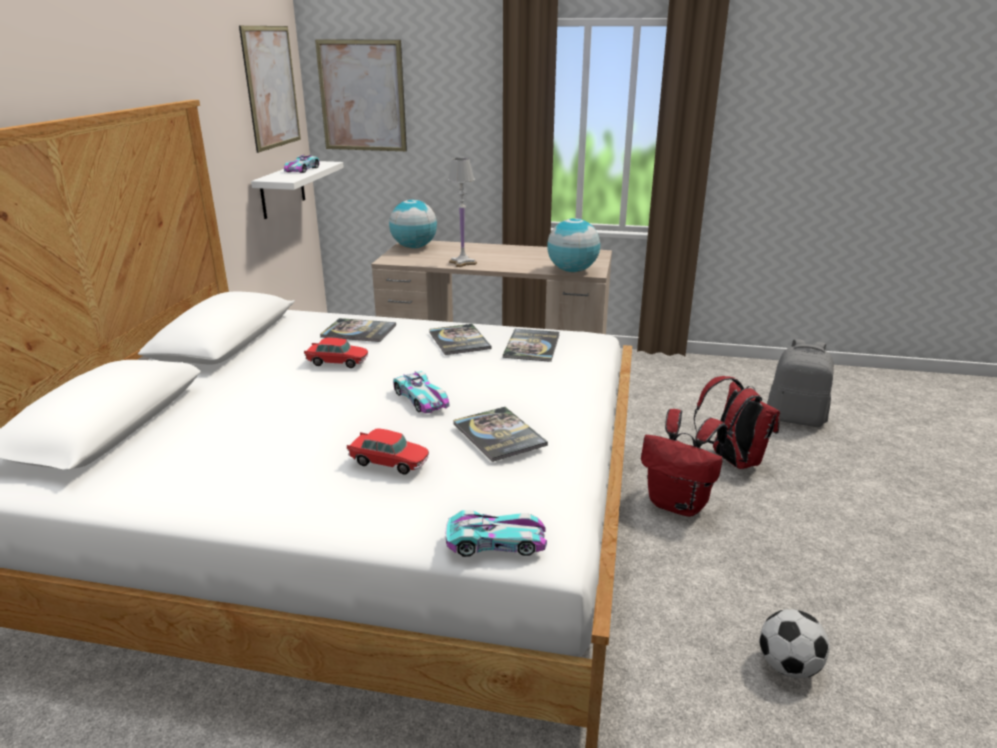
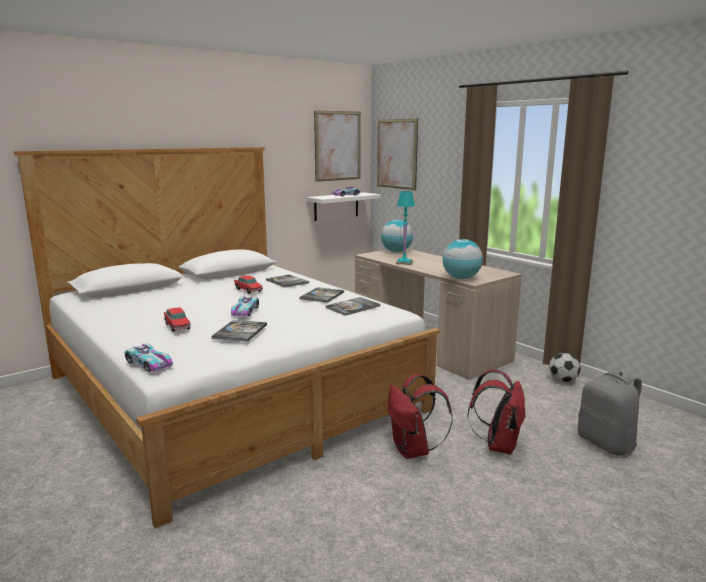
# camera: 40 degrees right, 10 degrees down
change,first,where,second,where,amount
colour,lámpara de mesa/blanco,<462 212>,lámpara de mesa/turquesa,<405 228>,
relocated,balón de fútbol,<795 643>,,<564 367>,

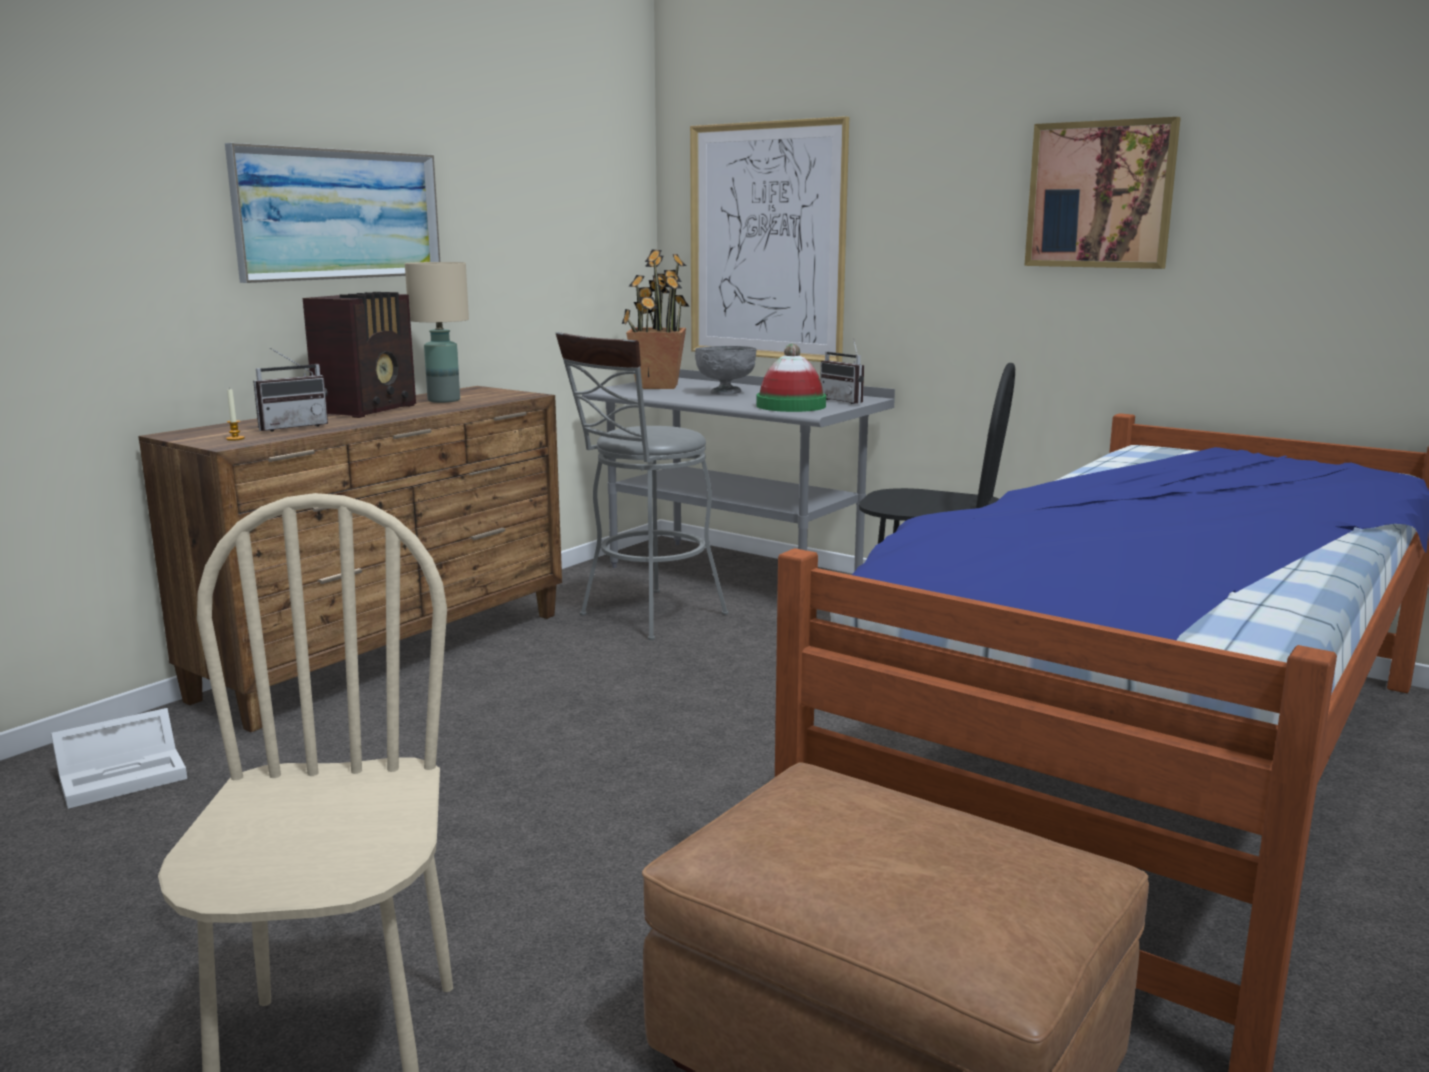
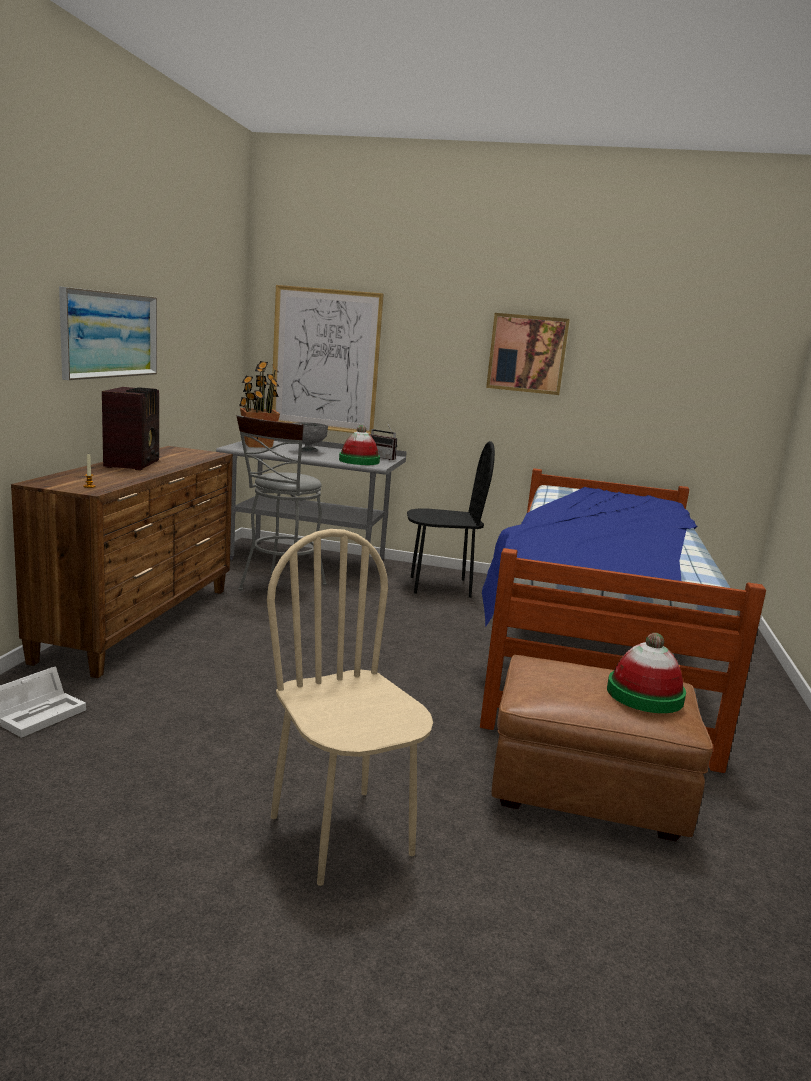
# camera: 25 degrees left, 0 degrees up
change,first,where,second,where,amount
appeared,,,sombrero,<646 673>,
missing,radio,<290 390>,,,
missing,lámpara de mesa/beis,<437 332>,,,

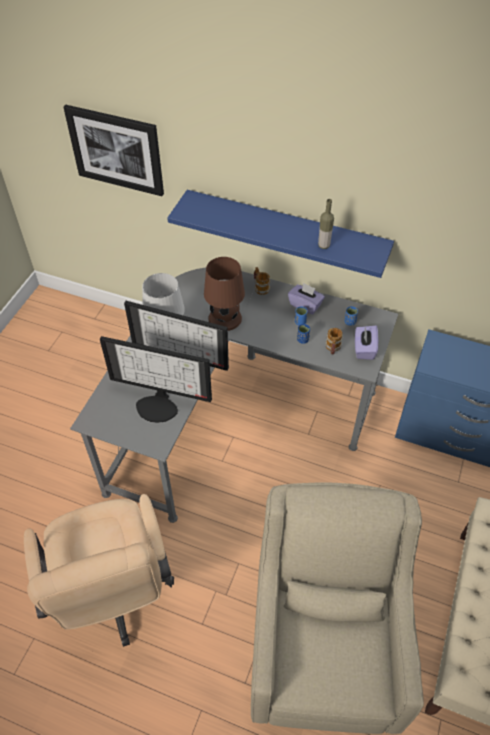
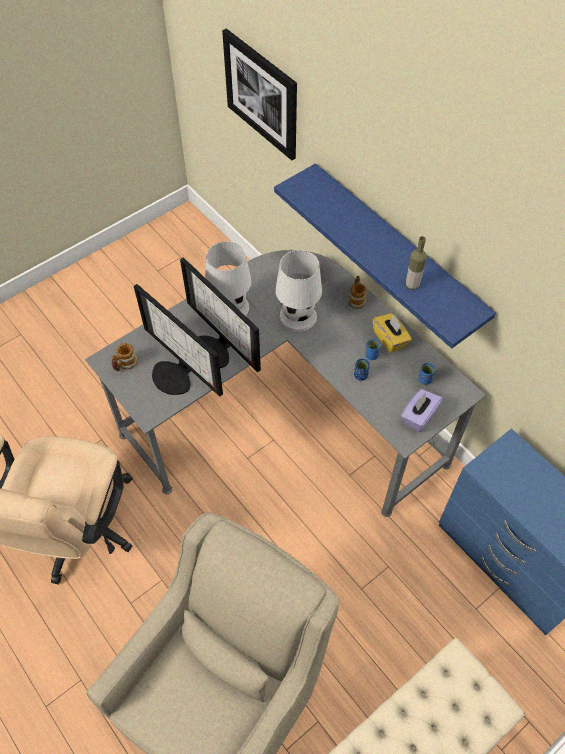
# camera: 30 degrees right, 5 degrees up
change,first,where,second,where,amount
relocated,taza grande,<334 341>,,<124 357>,
colour,lámpara de mesa/marrón,<224 294>,lámpara de mesa/blanco,<298 291>,
colour,caja de pañuelos/morado,<306 298>,caja de pañuelos/amarillo,<392 333>,

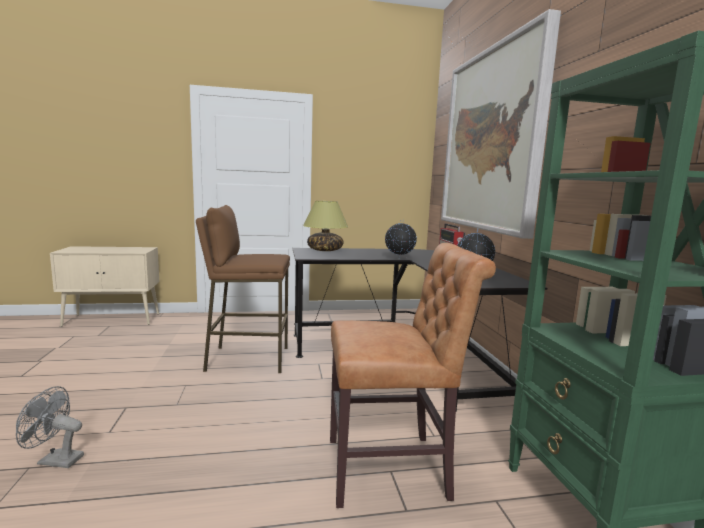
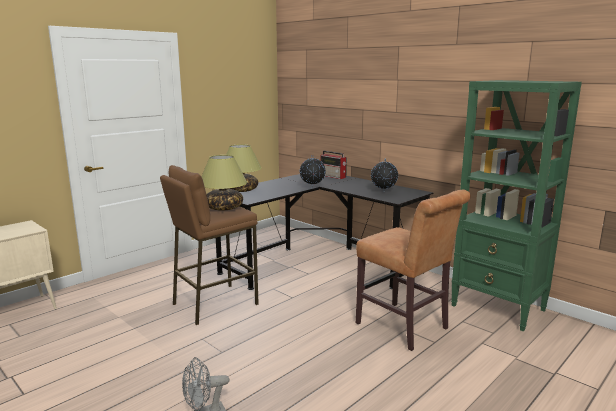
# camera: 35 degrees left, 5 degrees up
change,first,where,second,where,amount
appeared,,,lámpara de mesa,<224 183>,
spun,silla/marrón,<413 375>,,<413 270>,90 degrees clockwise
missing,cuadro,<501 124>,,,

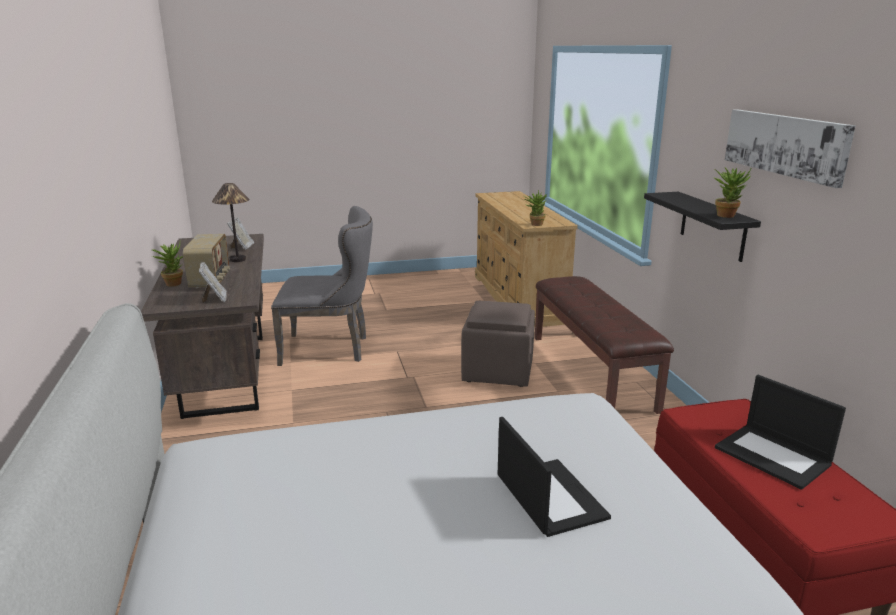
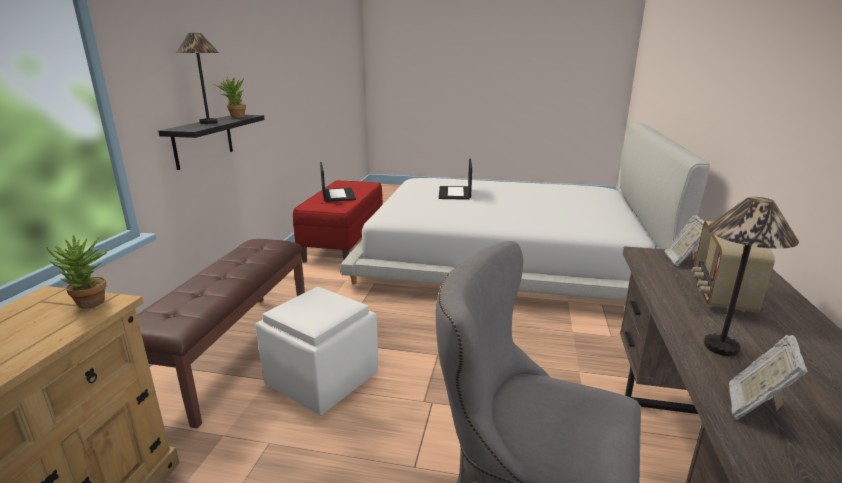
# camera: 155 degrees left, 0 degrees up
change,first,where,second,where,amount
appeared,,,lámpara de mesa,<197 78>,
colour,puf/marrón,<498 344>,puf/blanco,<316 351>,
missing,planta en maceta,<167 265>,,,
missing,cuadro,<790 148>,,,

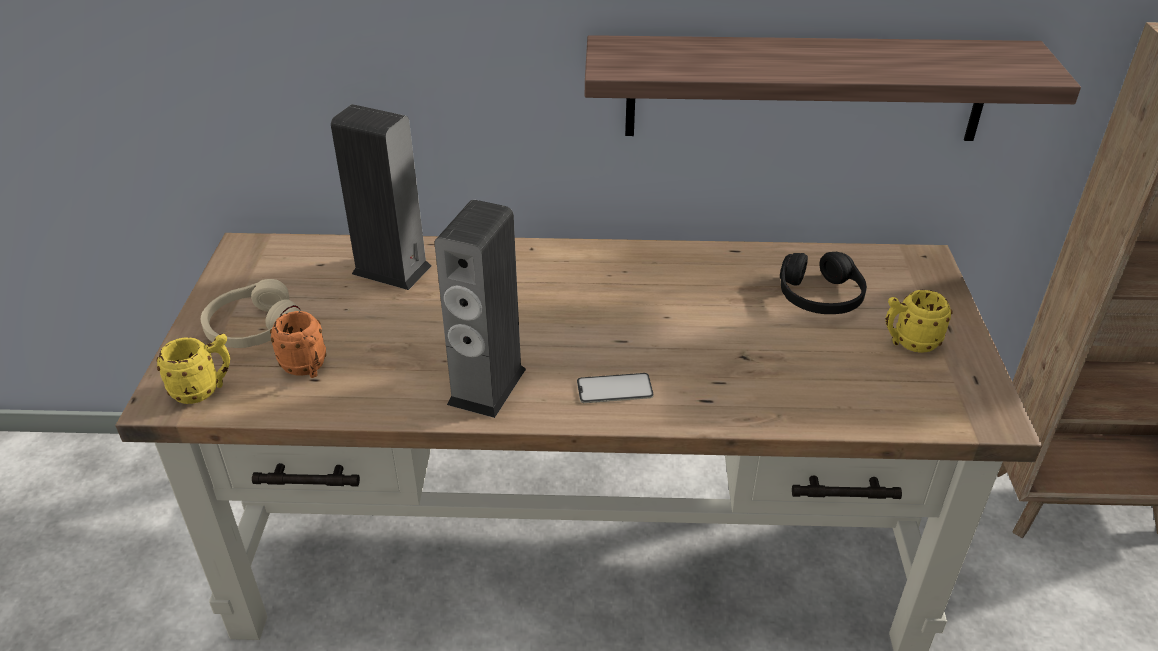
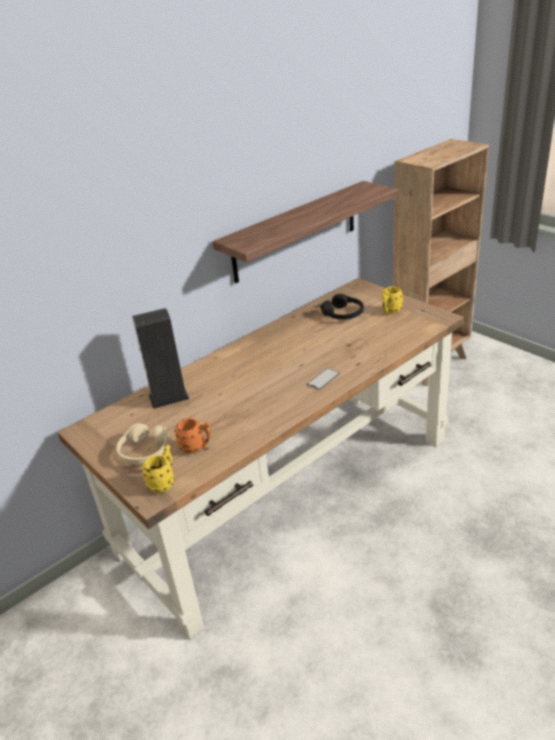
# camera: 40 degrees left, 5 degrees down
change,first,where,second,where,amount
missing,altavoz,<480 309>,,,

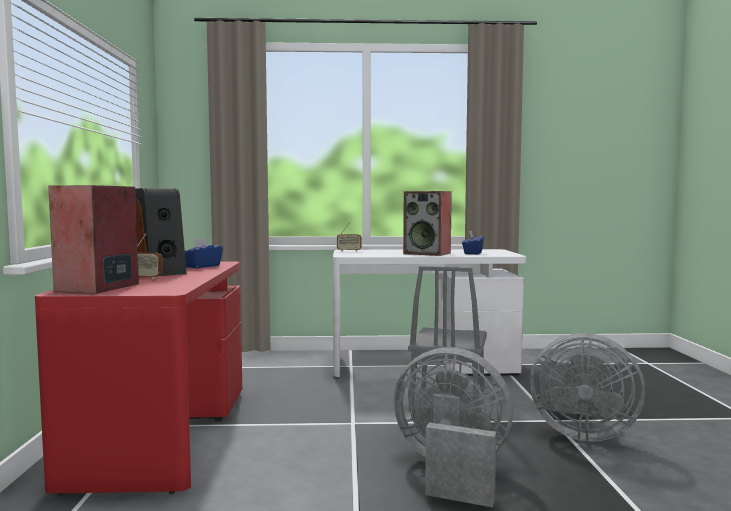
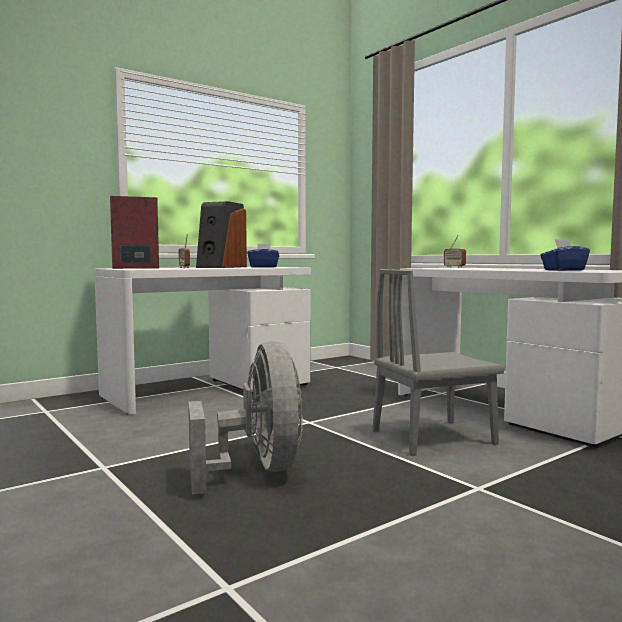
# camera: 55 degrees right, 0 degrees up
change,first,where,second,where,amount
colour,escritorio/rojo,<138 379>,escritorio/blanco,<202 340>,
missing,altavoz,<427 223>,,,
missing,ventilador/gris,<587 387>,,,

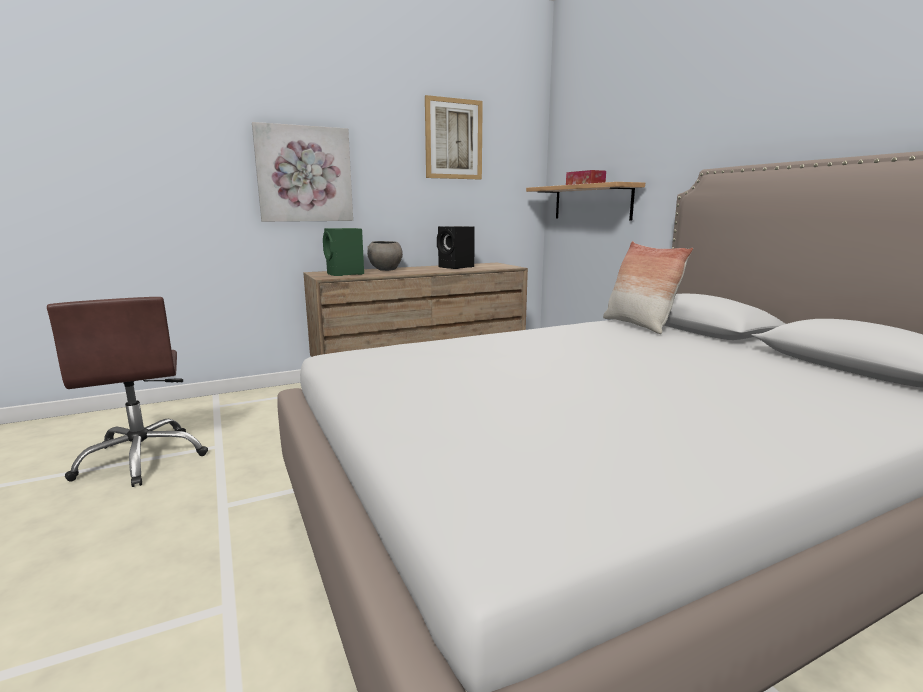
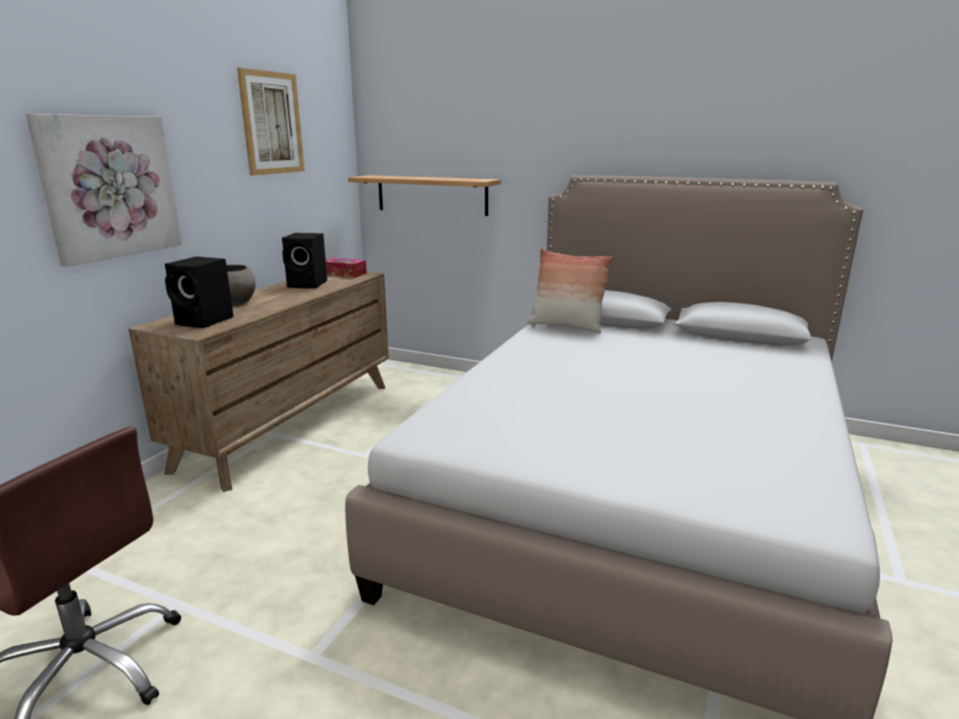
# camera: 40 degrees left, 5 degrees up
change,first,where,second,where,amount
colour,altavoz/verde,<343 252>,altavoz/negro,<199 292>,
relocated,caja de pañuelos,<586 177>,,<346 268>,

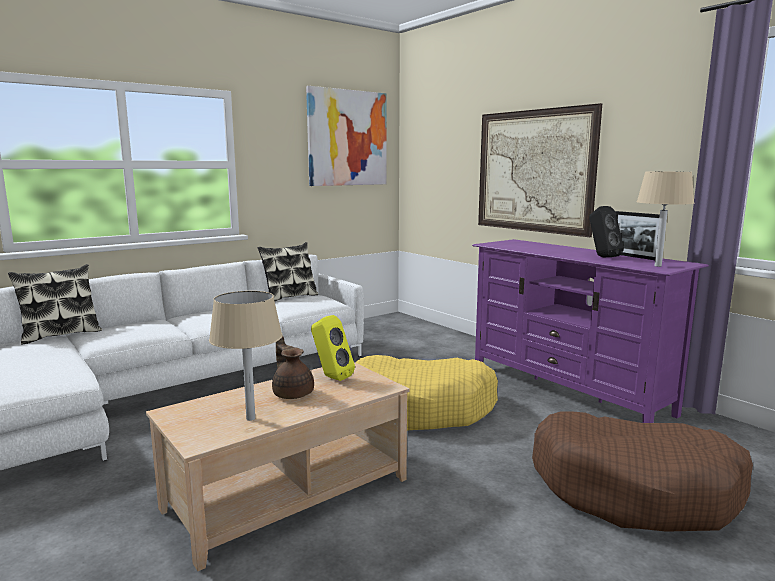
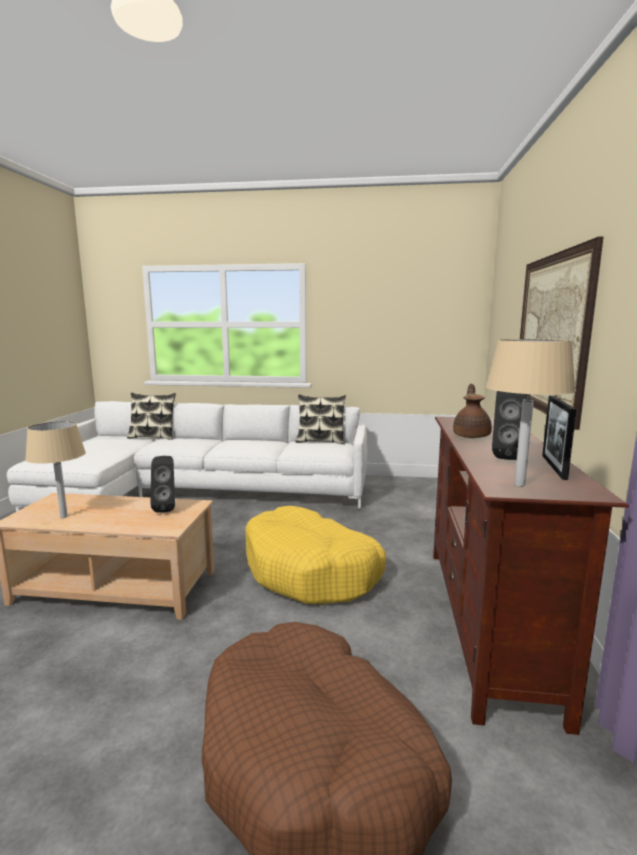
# camera: 45 degrees right, 0 degrees up
change,first,where,second,where,amount
colour,altavoz/amarillo,<333 348>,altavoz/negro,<162 484>,
colour,mueble de televisión/morado,<590 331>,mueble de televisión/marrón,<531 576>,
relocated,tetera/marrón,<293 367>,,<472 410>,
missing,cuadro,<346 136>,,,

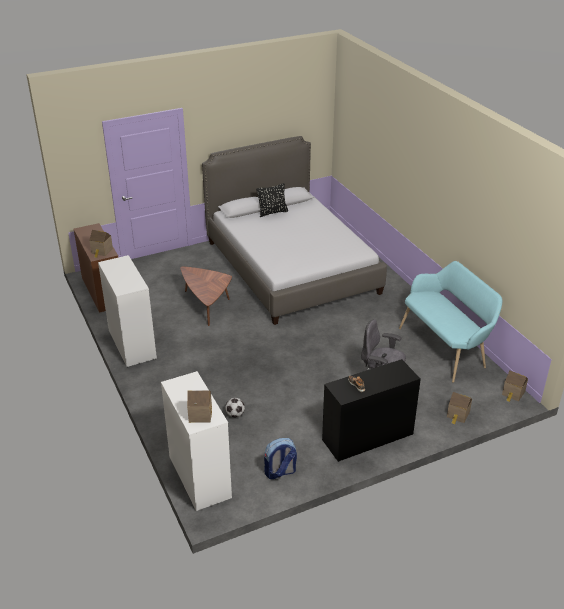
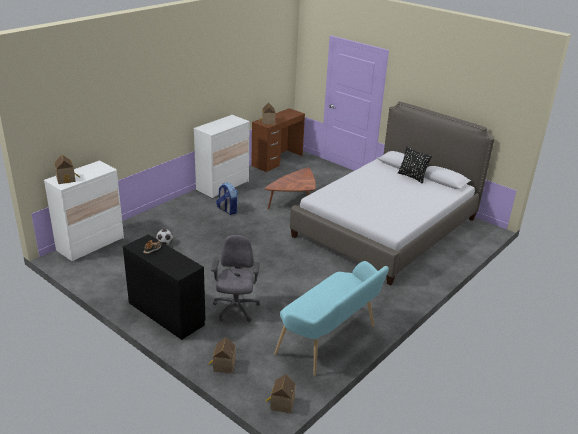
# camera: 65 degrees right, 5 degrees down
change,first,where,second,where,amount
relocated,mochila,<280 458>,,<227 199>,

